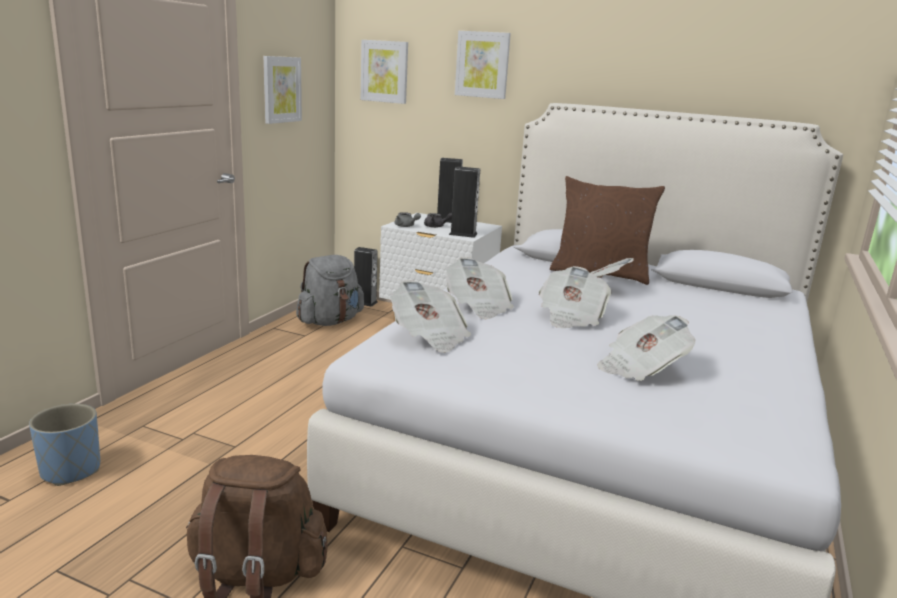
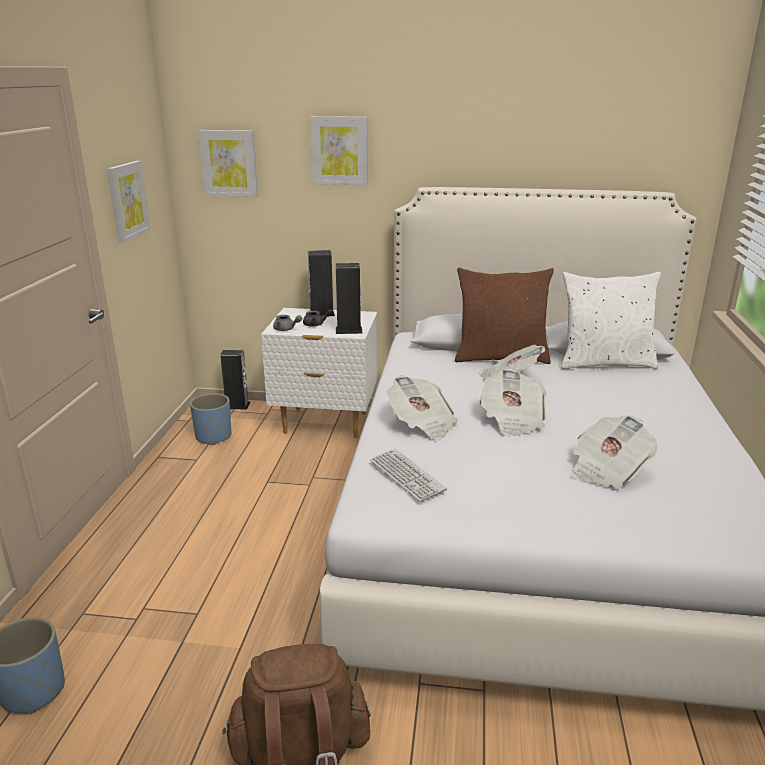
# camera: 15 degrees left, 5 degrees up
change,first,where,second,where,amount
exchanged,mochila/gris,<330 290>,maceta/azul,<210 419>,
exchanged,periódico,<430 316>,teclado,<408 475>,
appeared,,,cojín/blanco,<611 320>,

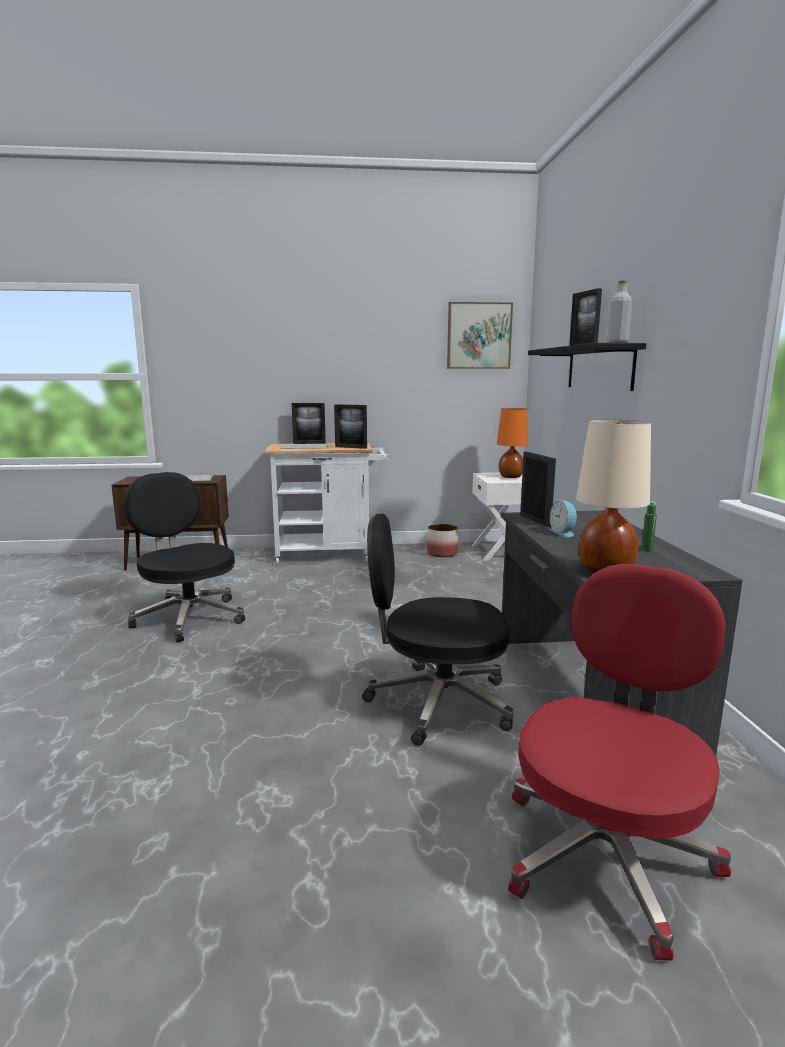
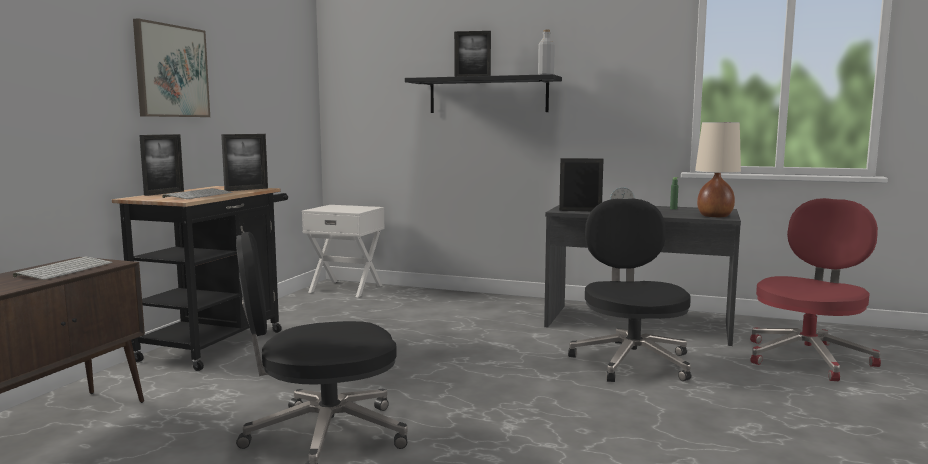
# camera: 65 degrees left, 5 degrees down
change,first,where,second,where,amount
colour,carrito/blanco,<326 503>,carrito/negro,<200 278>,
relocated,cuadro,<480 335>,,<171 67>,
spun,silla de oficina/negro,<438 630>,,<629 290>,150 degrees clockwise
spun,silla de oficina/rojo,<619 762>,,<815 289>,75 degrees clockwise
missing,maceta,<442 540>,,,
missing,lámpara de mesa/naranja,<512 443>,,,

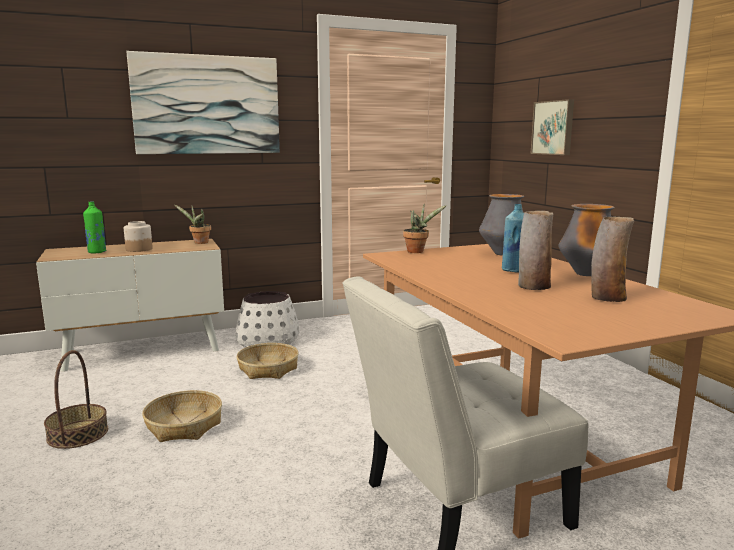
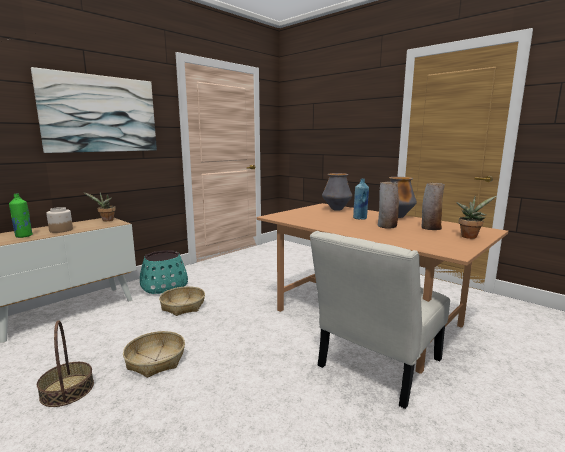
# camera: 25 degrees left, 0 degrees up
change,first,where,second,where,amount
colour,maceta/blanco,<267 319>,maceta/turquesa,<164 272>,
relocated,planta en maceta,<425 229>,,<476 217>,
missing,cuadro,<552 127>,,,

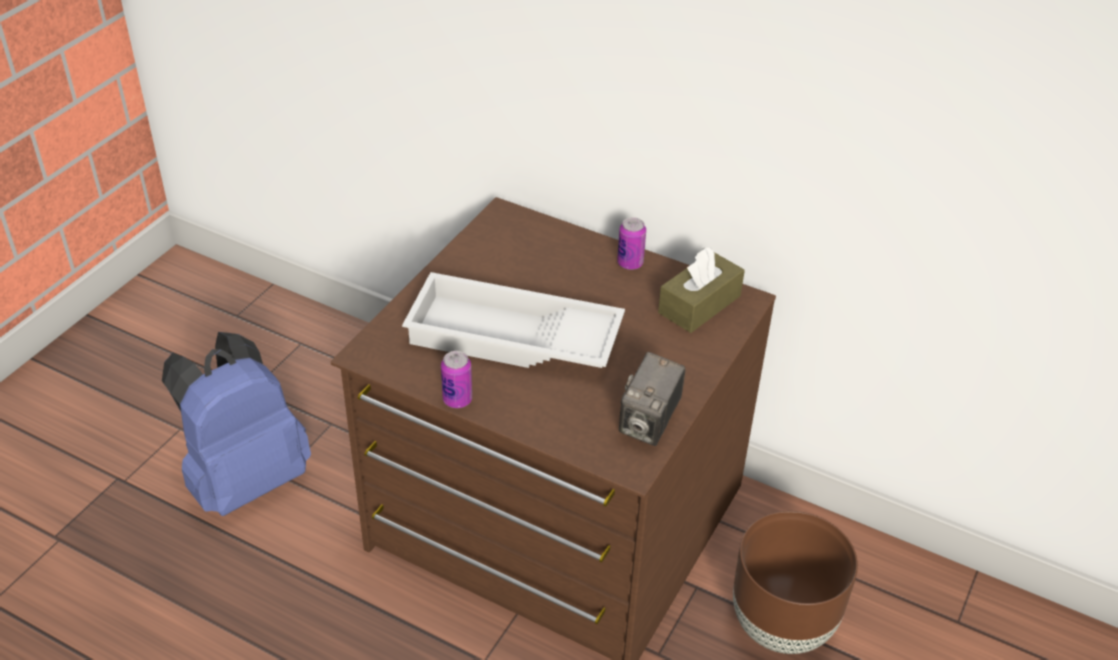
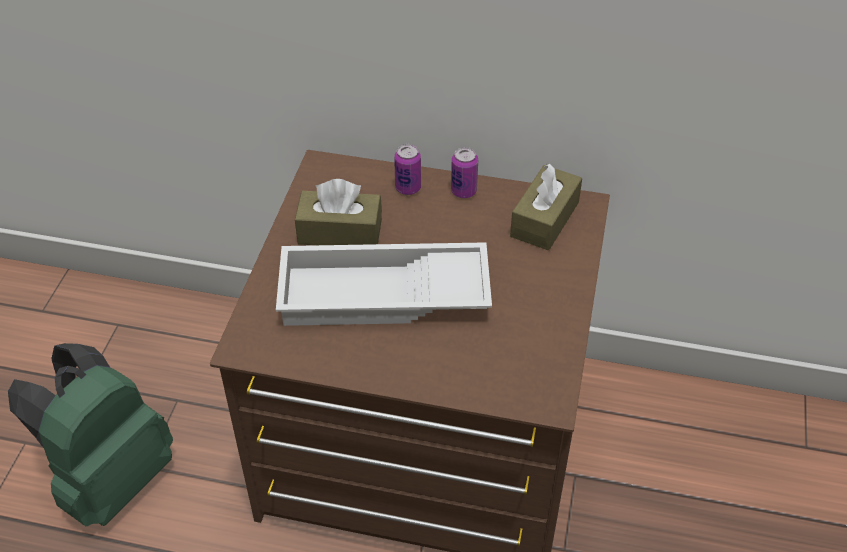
# camera: 15 degrees left, 5 degrees up
change,first,where,second,where,amount
colour,mochila/azul,<236 424>,mochila/verde,<90 434>,
appeared,,,caja de pañuelos/marrón,<338 212>,
relocated,lata,<456 379>,,<407 169>,
missing,cámara,<652 399>,,,
missing,maceta/marrón,<795 582>,,,

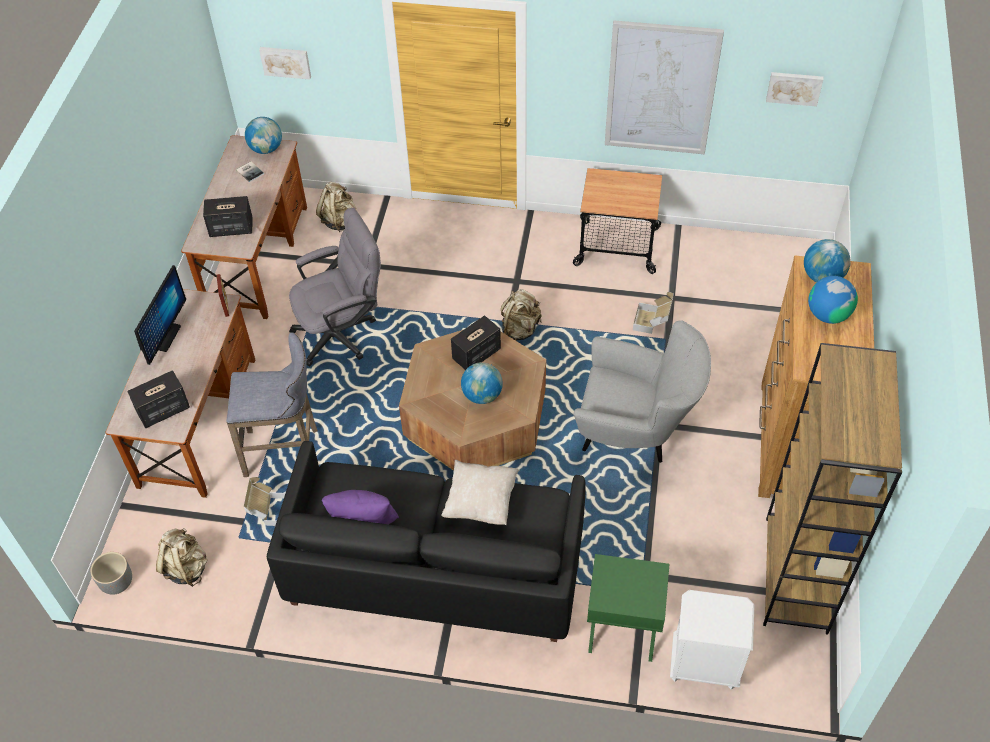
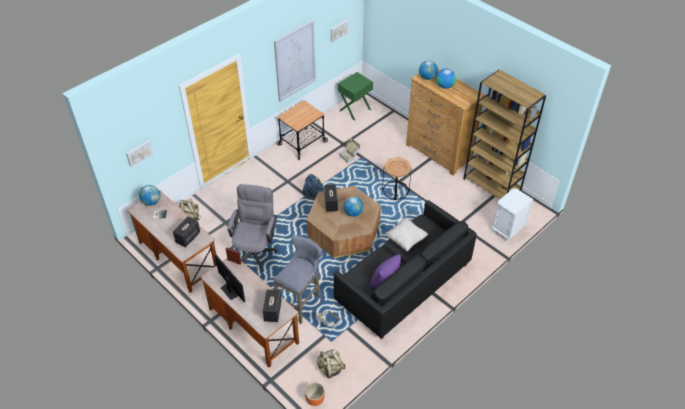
# camera: 55 degrees left, 5 degrees down
change,first,where,second,where,amount
colour,mochila/beis,<521 315>,mochila/azul,<313 186>,
colour,maceta/gris,<111 573>,maceta/naranja,<315 394>,
relocated,mesa auxiliar/verde,<628 608>,,<355 96>,
exchanged,sillón/gris,<642 391>,mesa auxiliar/marrón,<397 178>,

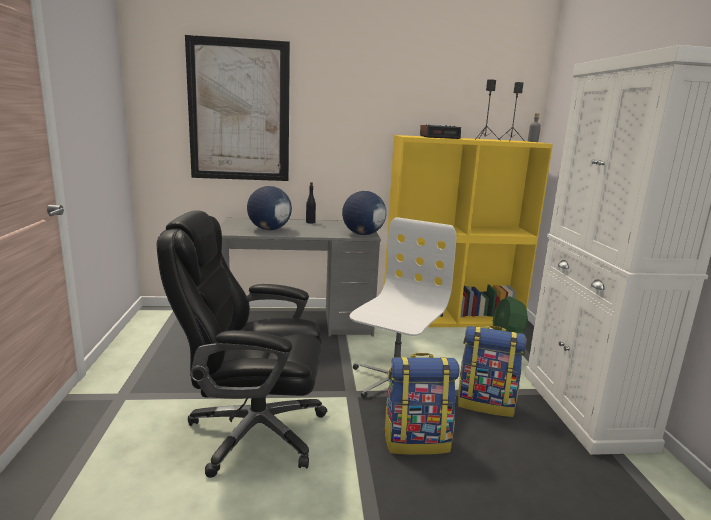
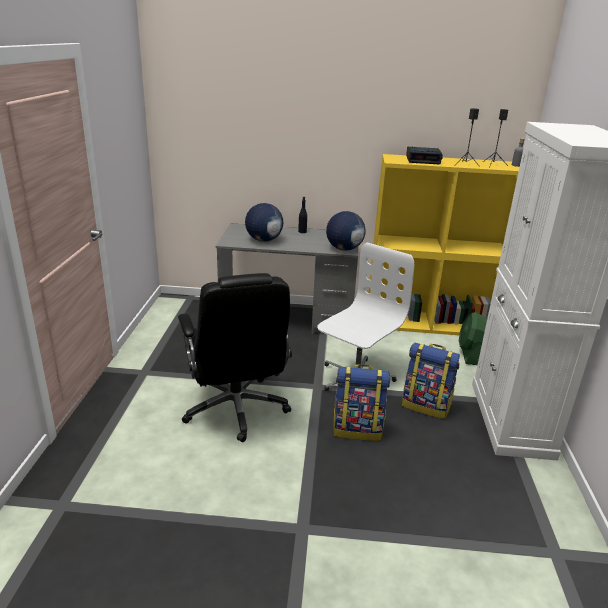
# camera: 10 degrees right, 10 degrees up
change,first,where,second,where,amount
spun,silla de oficina/negro,<242 344>,,<235 357>,120 degrees counterclockwise
missing,cuadro,<237 108>,,,

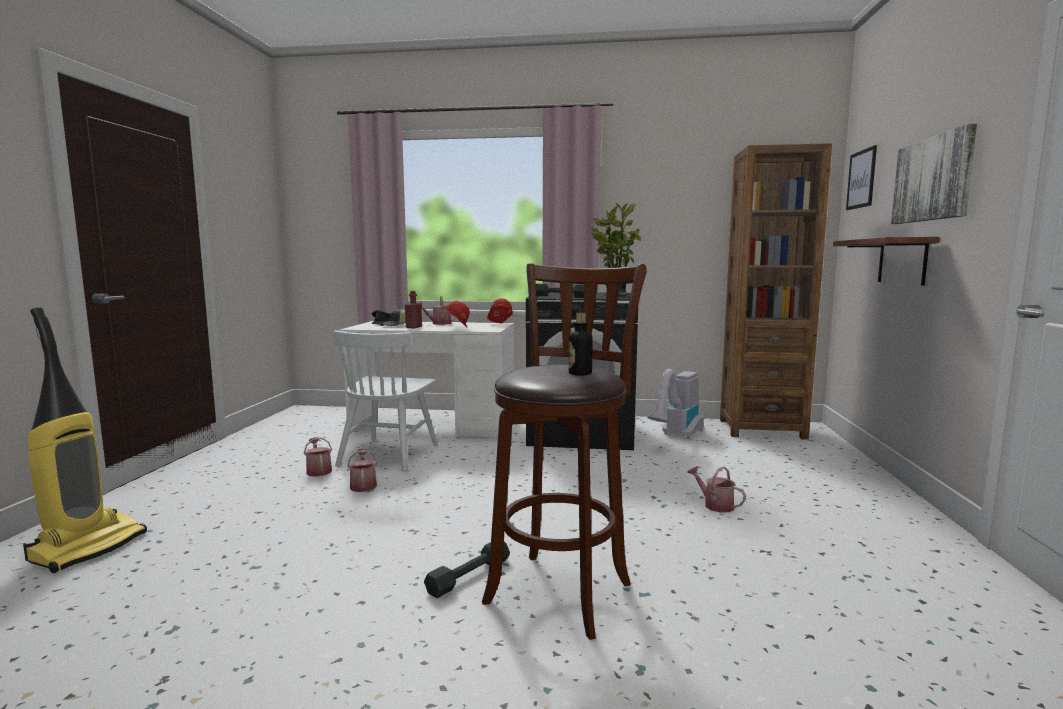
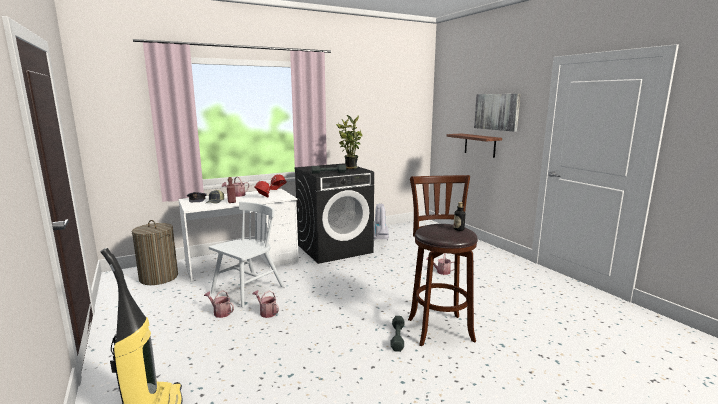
# camera: 35 degrees left, 5 degrees up
change,first,where,second,where,amount
appeared,,,cesto de la ropa,<155 252>,
spun,silla/blanco,<385 401>,,<246 254>,120 degrees counterclockwise
missing,estantería/marrón,<776 291>,,,
missing,cuadro,<861 177>,,,

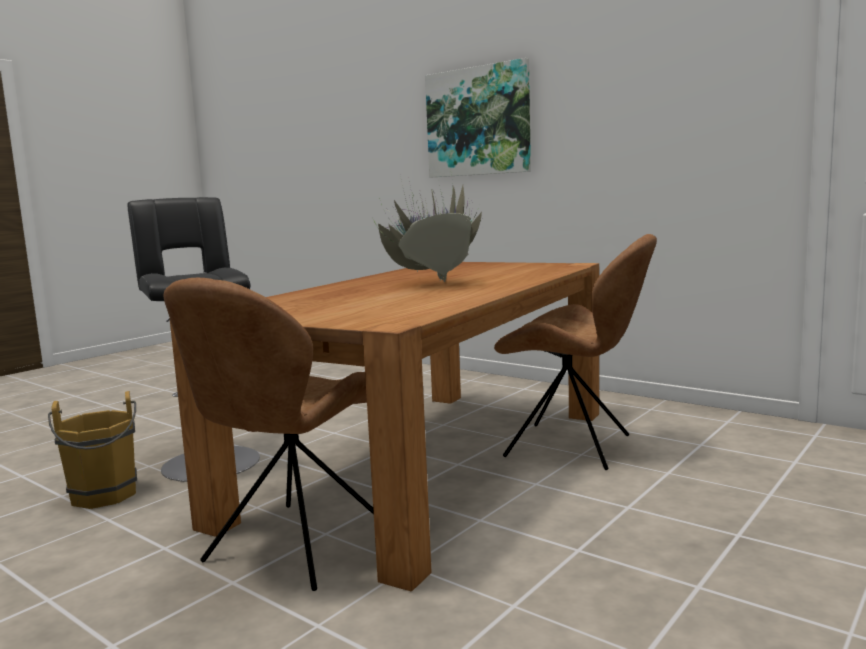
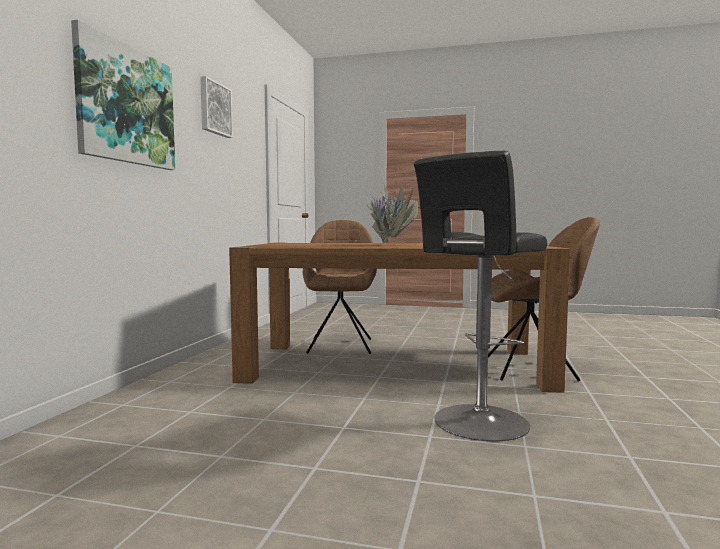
# camera: 115 degrees left, 5 degrees down
change,first,where,second,where,amount
appeared,,,cuadro,<216 107>,
missing,cubo/marrón,<92 450>,,,

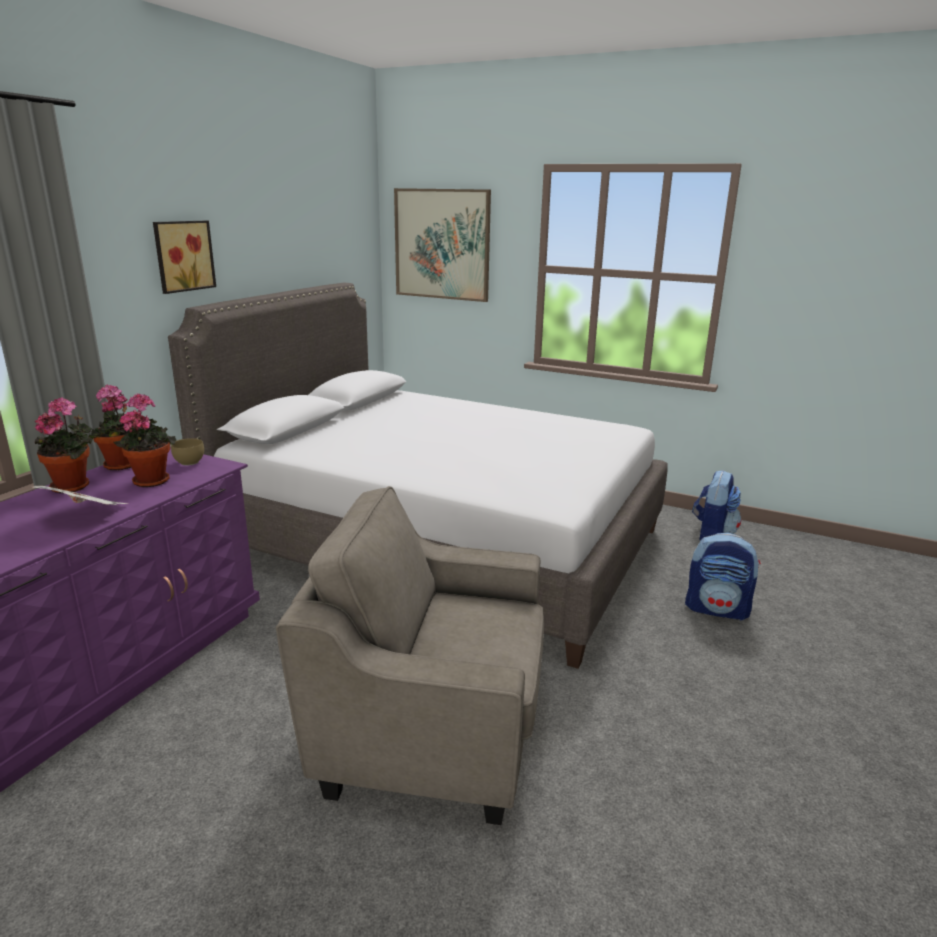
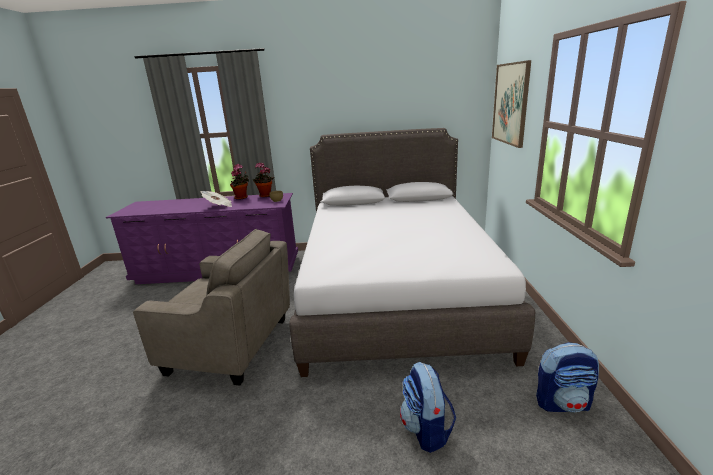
# camera: 65 degrees right, 0 degrees up
change,first,where,second,where,amount
spun,sillón/gris,<410 655>,,<211 307>,120 degrees clockwise
missing,planta en maceta,<145 440>,,,
missing,cuadro,<184 257>,,,

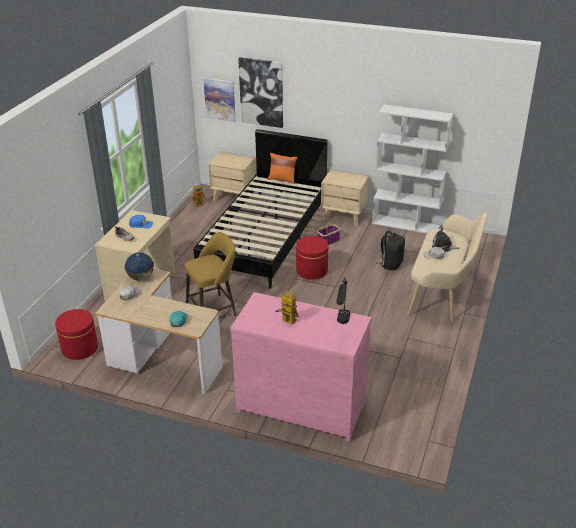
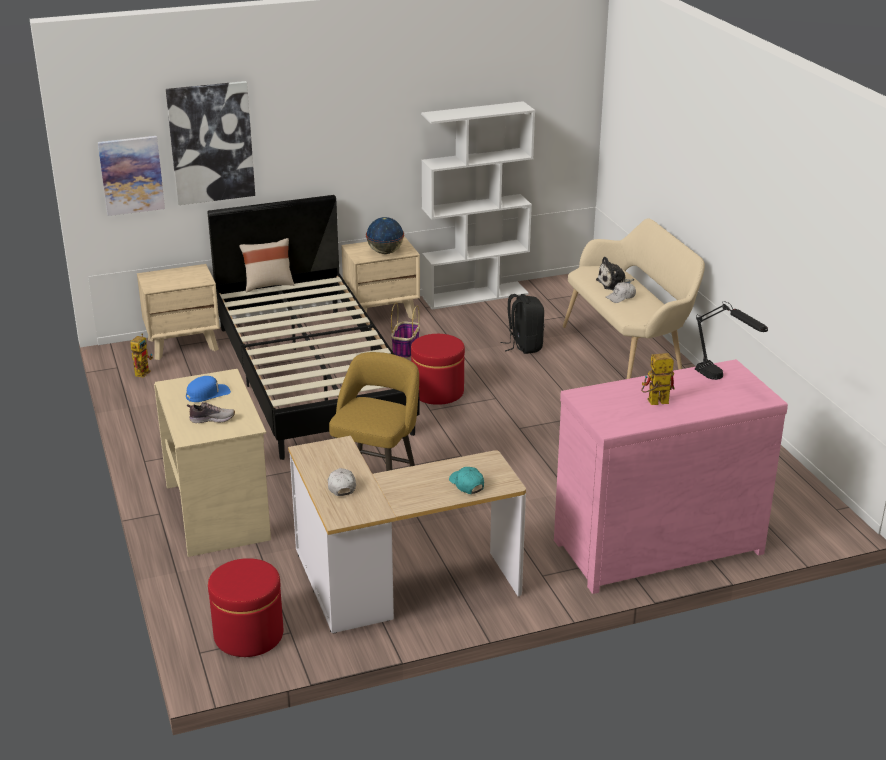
# camera: 40 degrees left, 5 degrees down
change,first,where,second,where,amount
colour,cojín/naranja,<282 168>,cojín/beis,<266 265>,
relocated,globo terráqueo,<139 266>,,<385 235>,

